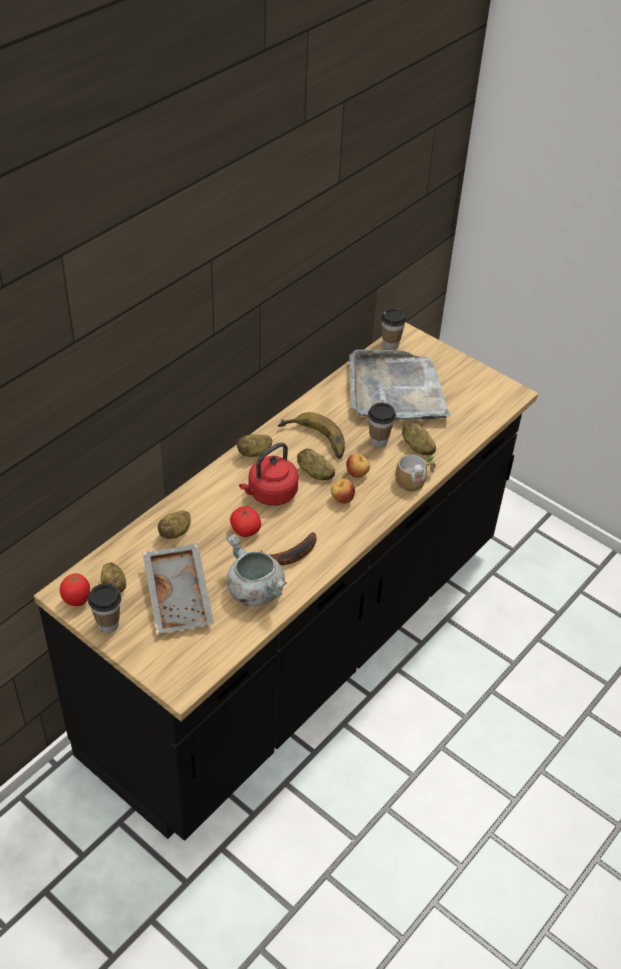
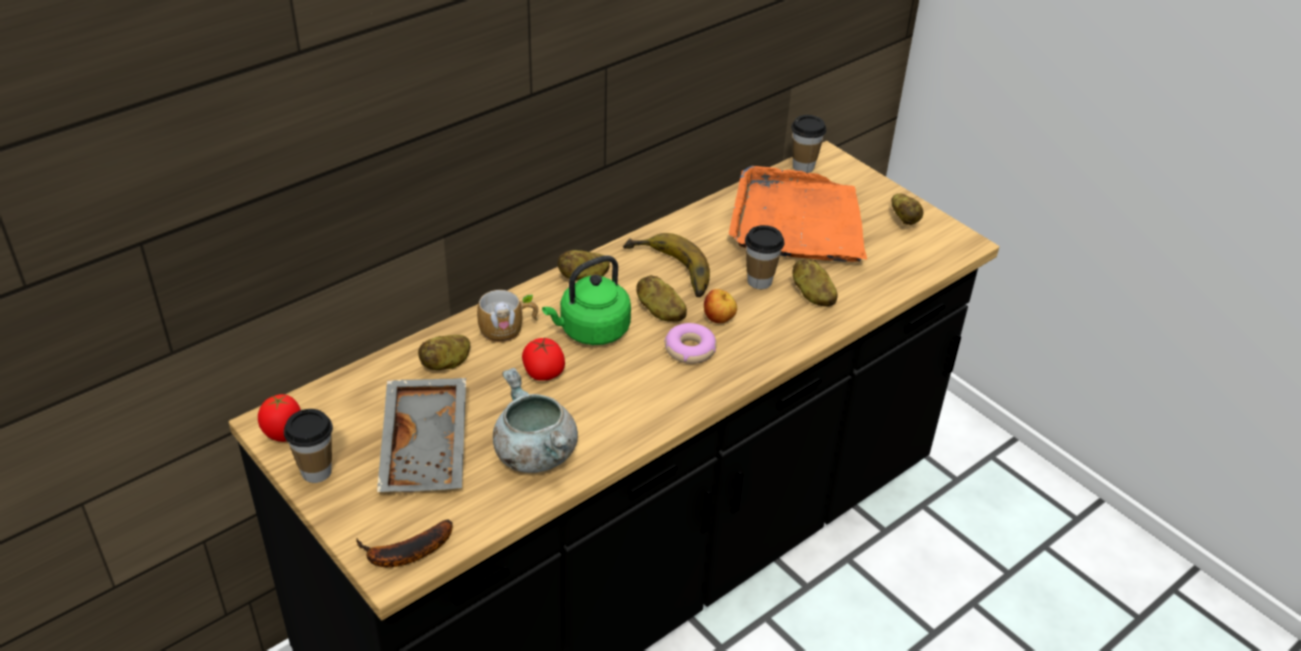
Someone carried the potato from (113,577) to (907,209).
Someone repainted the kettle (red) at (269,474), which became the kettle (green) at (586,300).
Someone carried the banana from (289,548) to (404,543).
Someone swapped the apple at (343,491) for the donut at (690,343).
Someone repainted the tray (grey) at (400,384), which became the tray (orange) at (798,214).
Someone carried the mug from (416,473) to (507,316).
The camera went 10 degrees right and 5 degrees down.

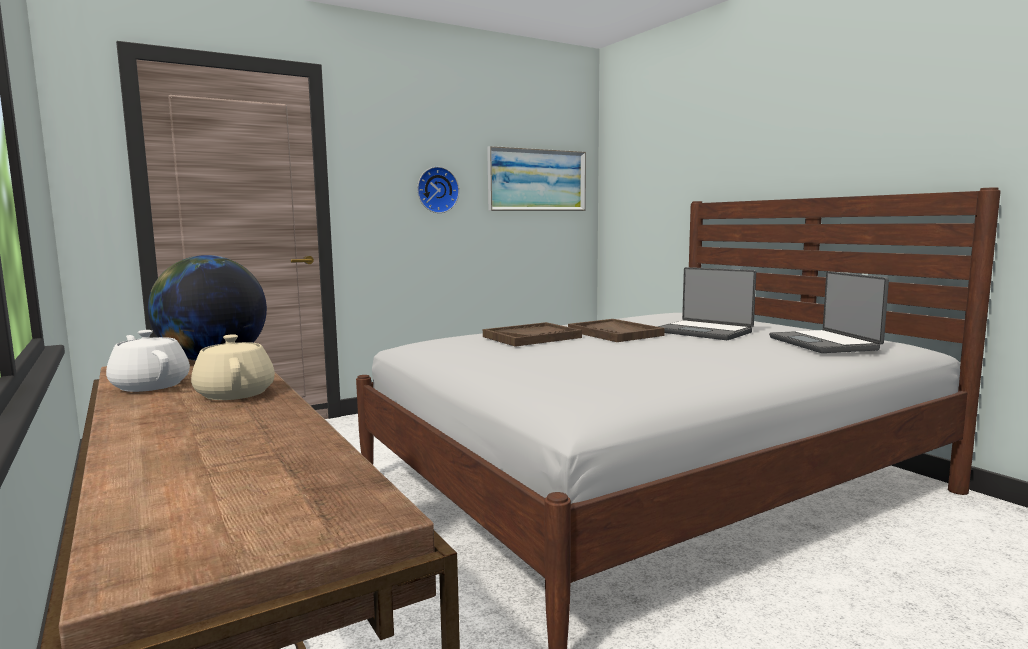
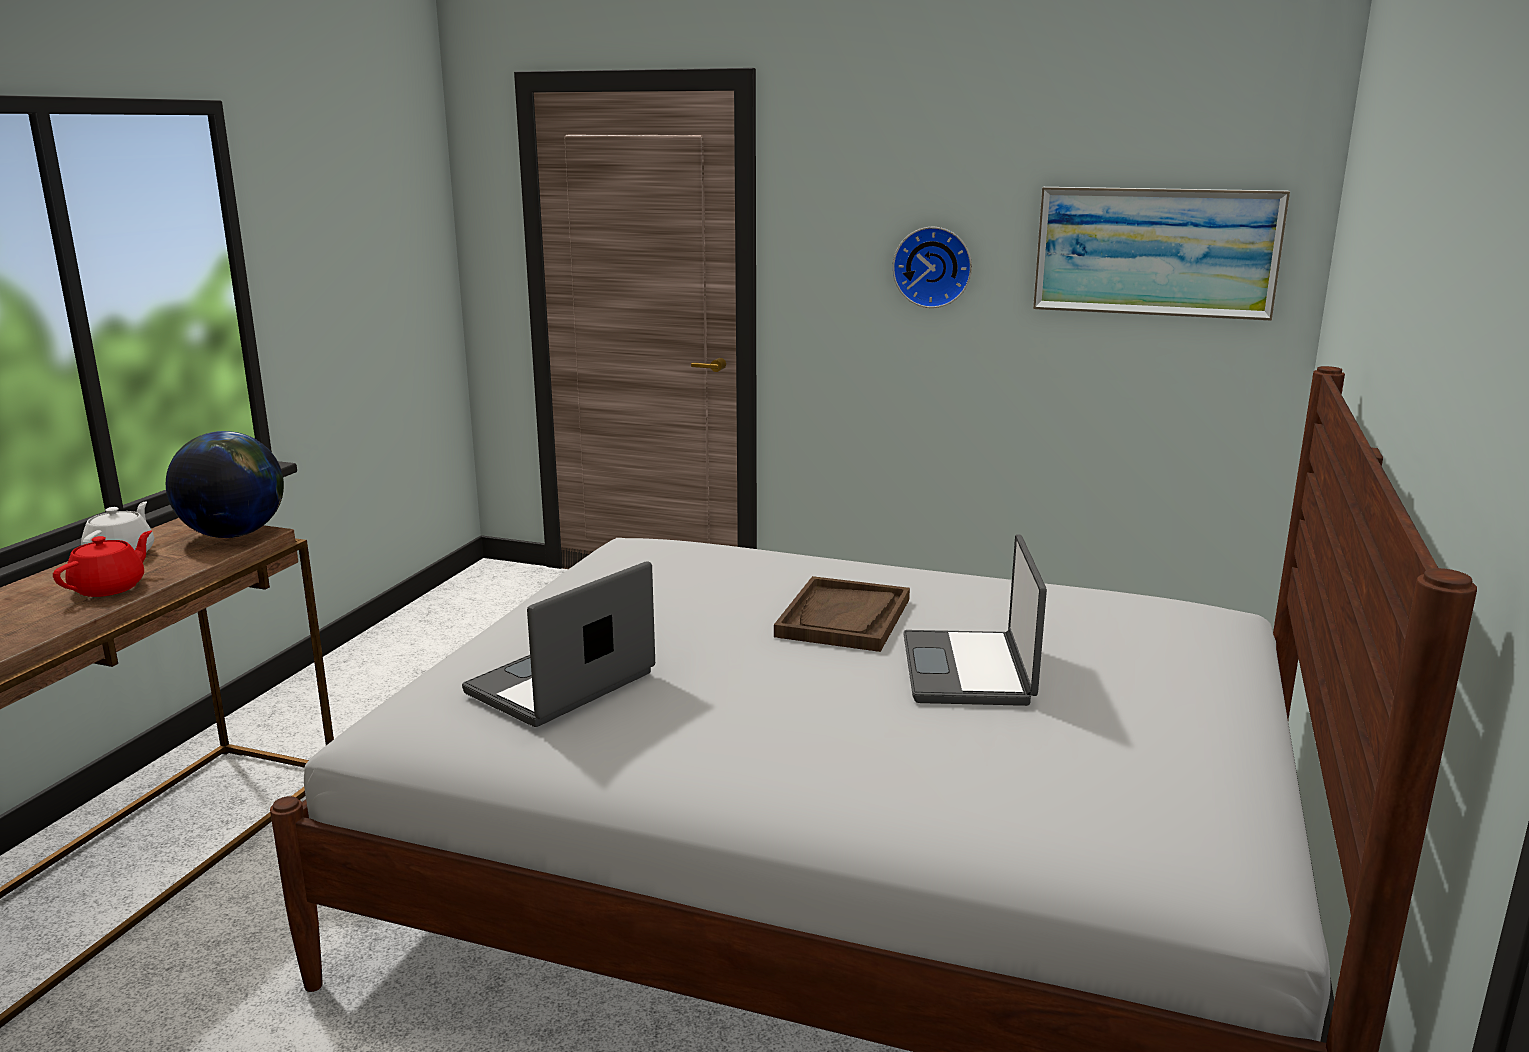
Someone repainted the teapot (beige) at (233,367), which became the teapot (red) at (102,563).
Someone took away the tray (brown) at (532,334).
Someone carried the laptop from (829,312) to (558,644).
The camera went 50 degrees right and 10 degrees up.

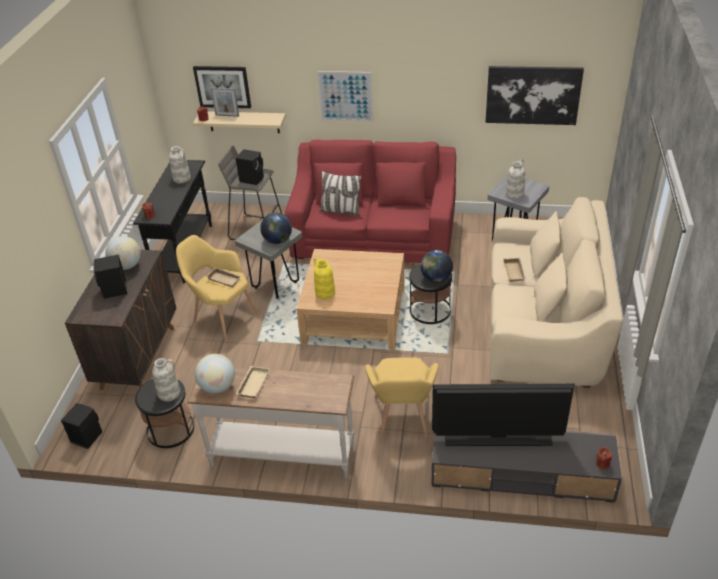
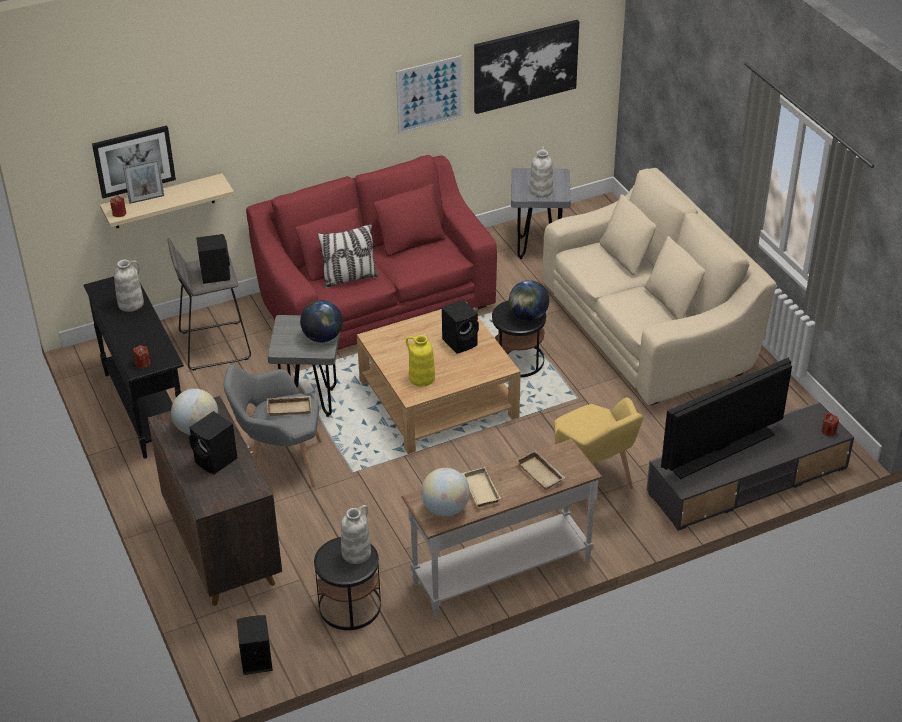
Someone repainted the armchair (yellow) at (217,287), which became the armchair (grey) at (272,426).
Someone carried the picture from (345,96) to (429,94).
Someone carried the tray (beige) from (514,270) to (541,470).
Someone put down the speaker (black) at (460,326).
The camera went 35 degrees left and 0 degrees up.

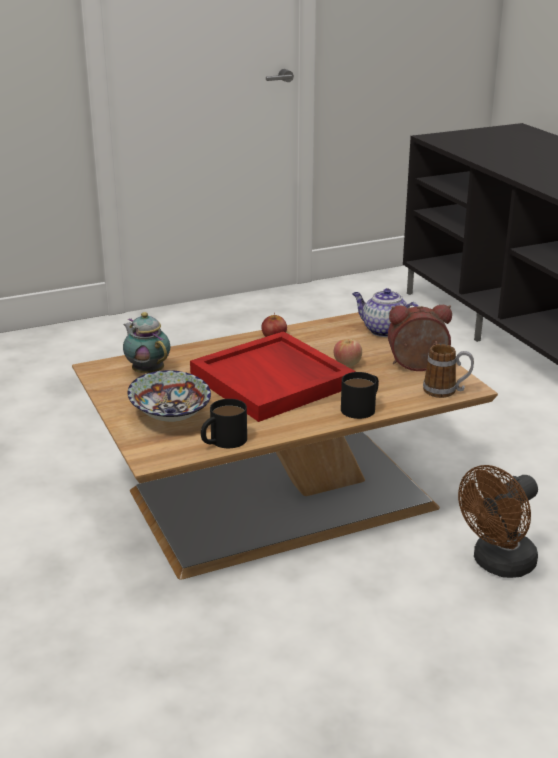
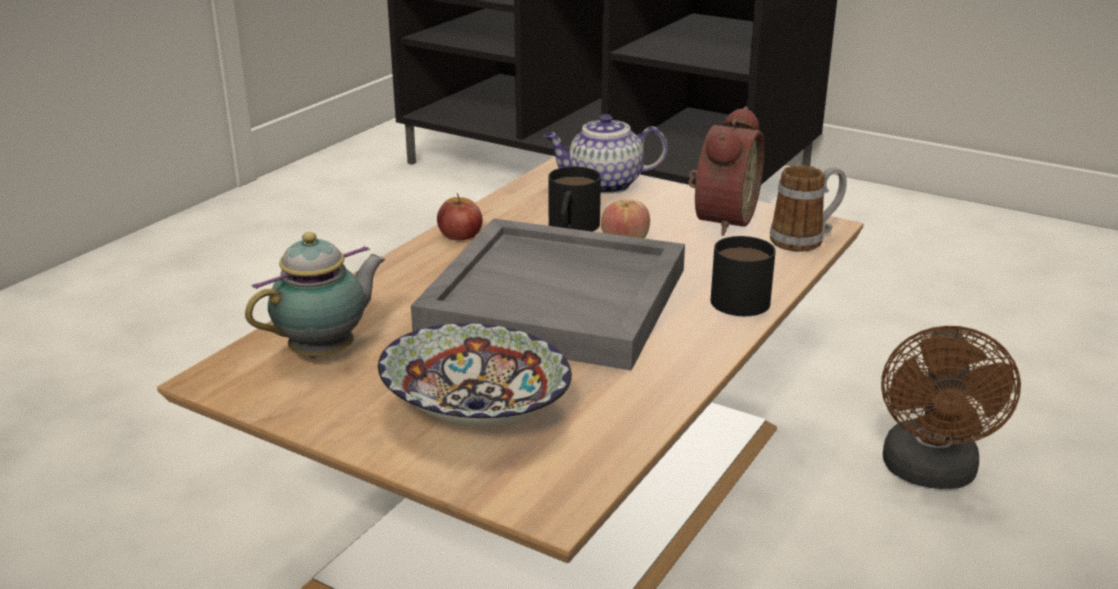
Someone rotated the teapot at (146,342) by 120 degrees clockwise.
Someone repainted the tray (red) at (273,376), which became the tray (grey) at (548,294).
Someone carried the mug (black) from (224,423) to (574,199).
Someone rotated the alarm clock at (420,338) by 150 degrees clockwise.
The camera went 35 degrees left and 0 degrees up.

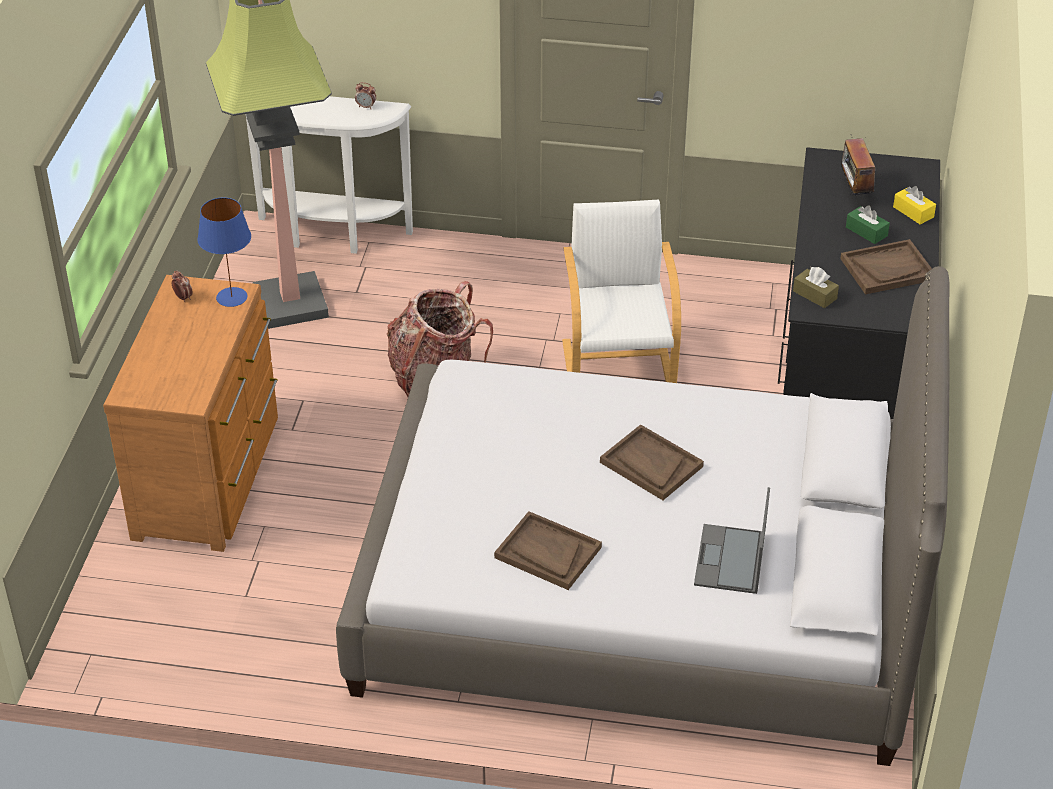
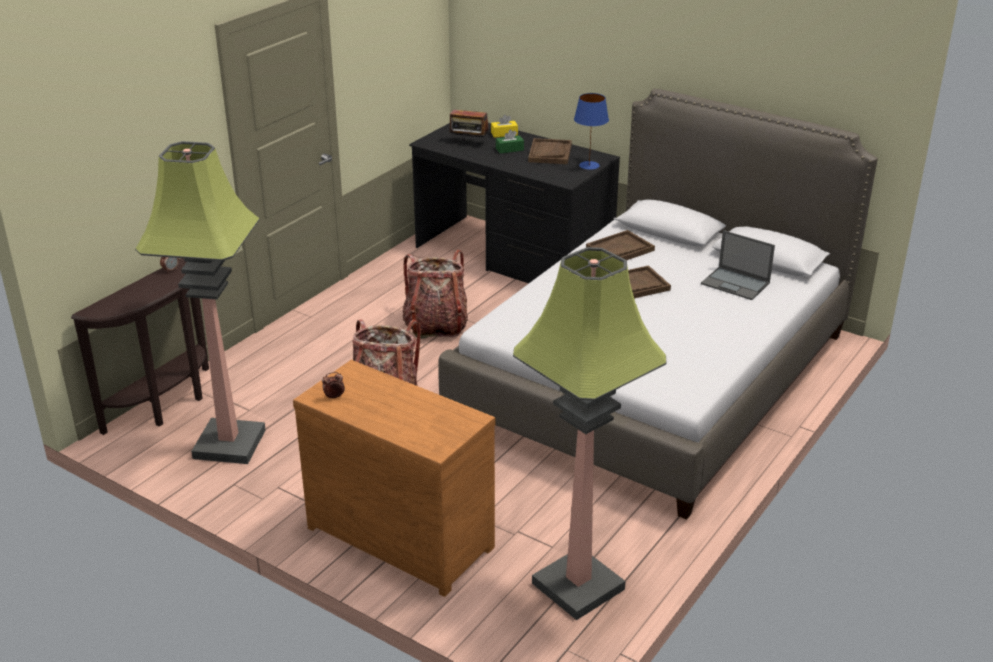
Someone carried the table lamp (blue) from (224,252) to (591,131).
Someone repainted the console table (white) at (329,175), which became the console table (brown) at (140,346).
Someone carried the tray (brown) from (548,550) to (620,245).
Someone swapped the armchair (white) at (621,291) for the backpack at (435,294).
Someone took away the tissue box (brown) at (816,287).
Someone put down the floor lamp at (589,433).
The camera went 65 degrees left and 10 degrees down.

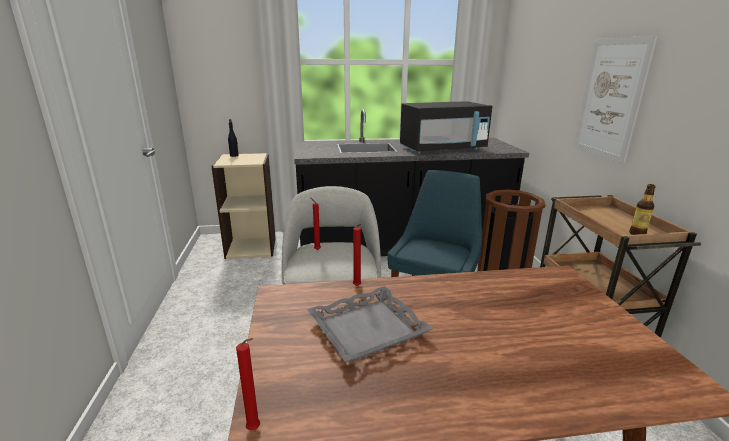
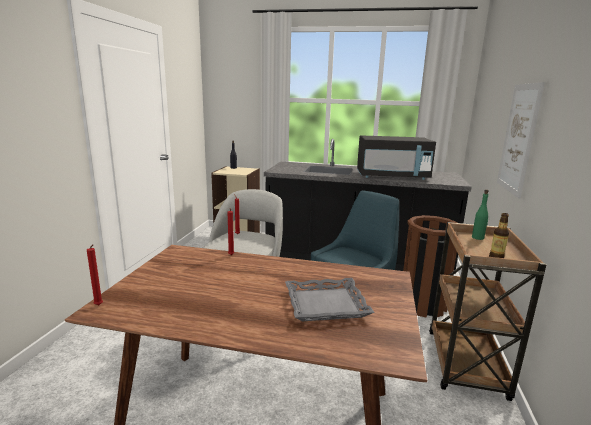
Someone carried the tray (grey) from (370,324) to (330,299).
Someone put down the bottle (green) at (480,214).
The camera went 20 degrees right and 5 degrees down.

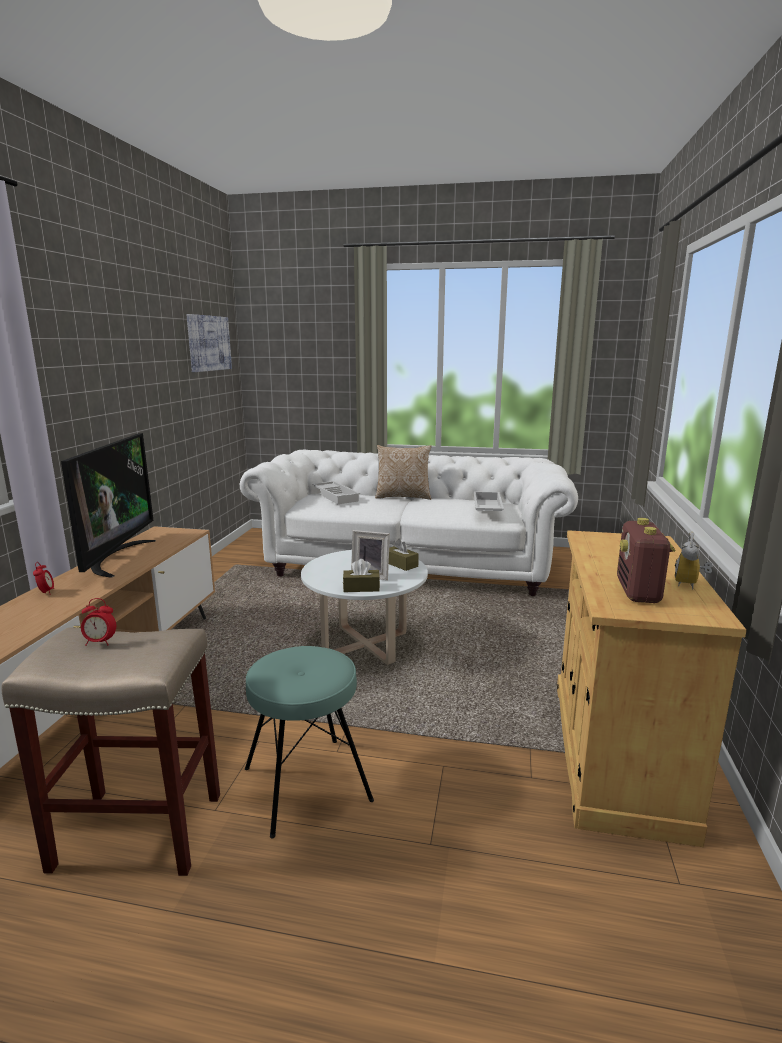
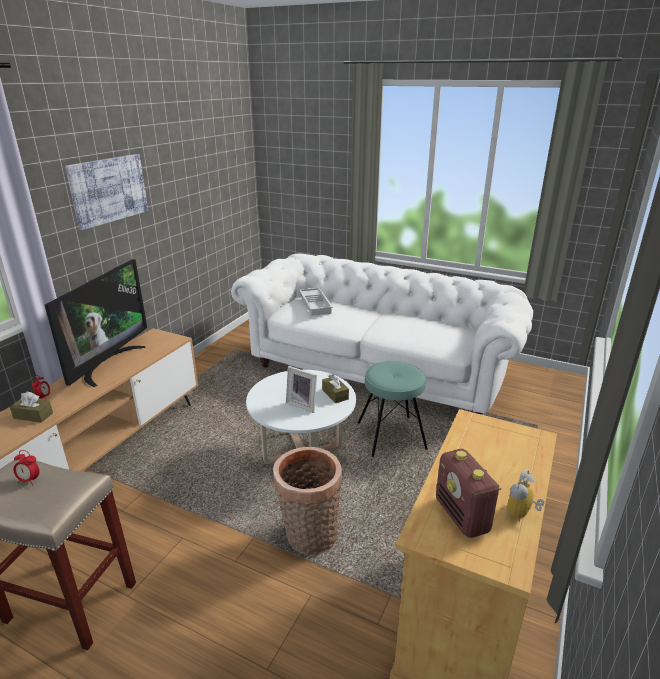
Someone carried the picture from (209,343) to (106,192).
Someone carried the stool (turquoise) from (309,742) to (393,409).
Someone carried the tissue box (brown) from (361,575) to (31,407).
Someone took away the pillow at (403,472).
Someone took away the tray (white) at (489,501).
Someone rotated the radio at (646,560) by 45 degrees counterclockwise.
Someone put down the basket at (308,501).
The camera went 15 degrees right and 10 degrees up.

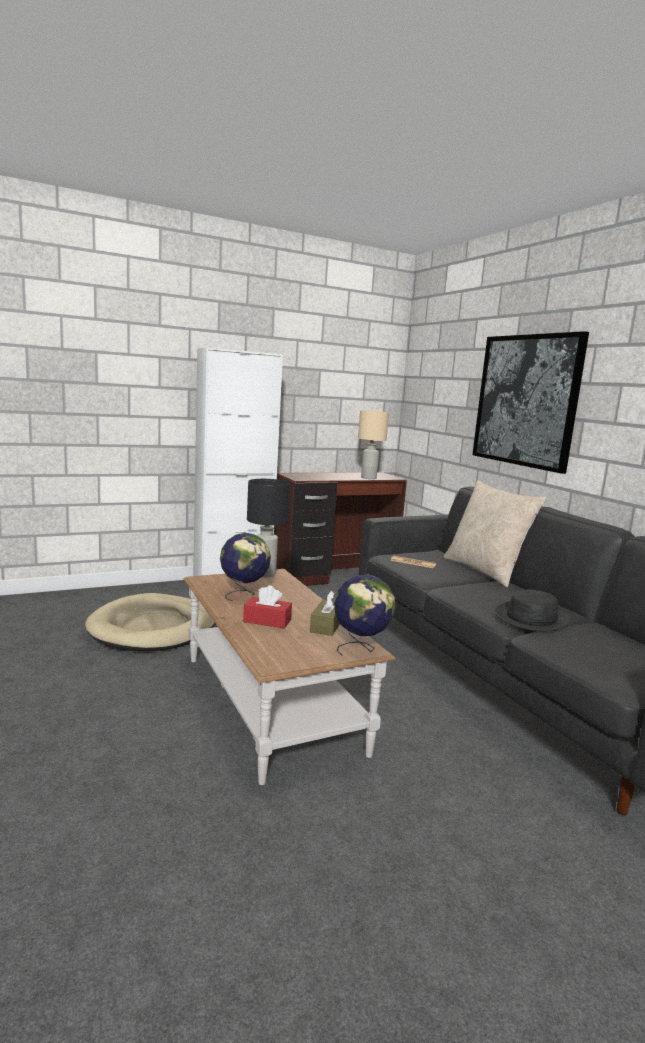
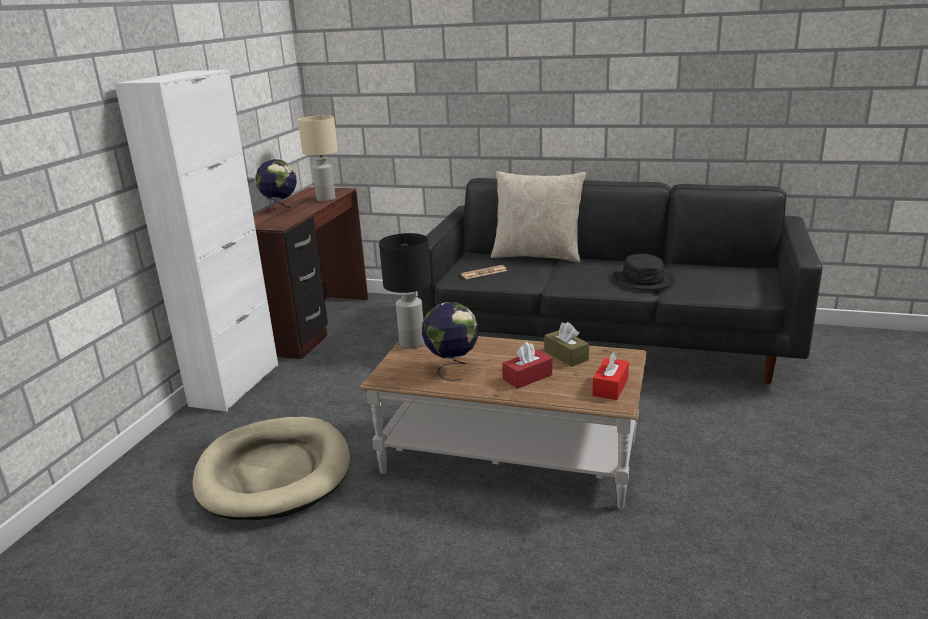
Someone carried the globe from (364,615) to (276,187).
Someone took away the picture at (530,402).
Someone put down the tissue box (red) at (610,375).
The camera went 45 degrees left and 10 degrees up.

